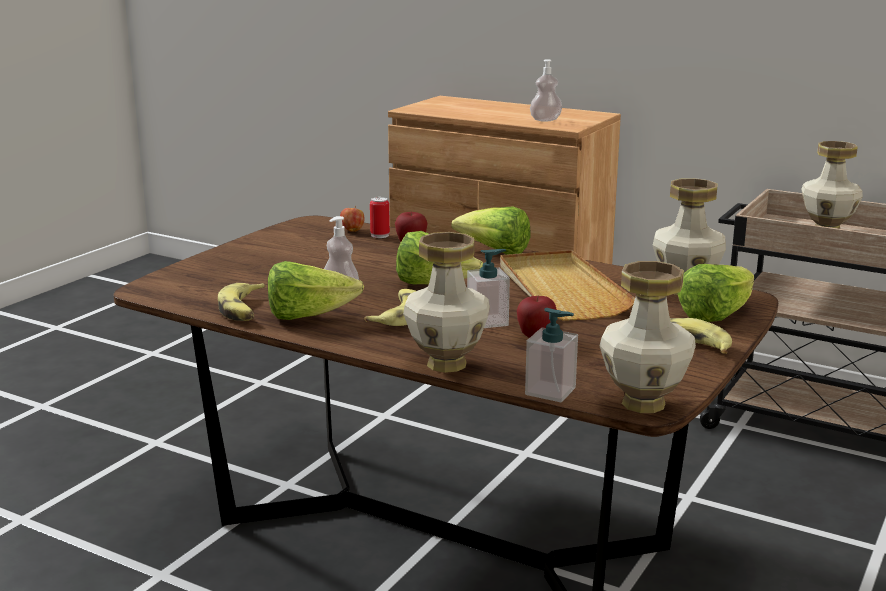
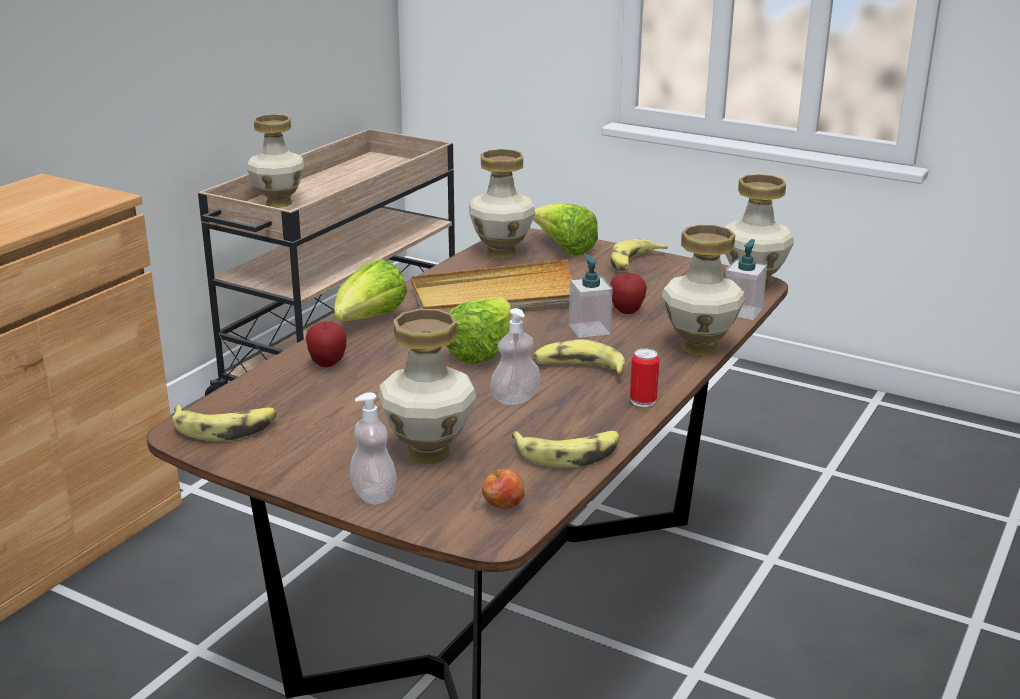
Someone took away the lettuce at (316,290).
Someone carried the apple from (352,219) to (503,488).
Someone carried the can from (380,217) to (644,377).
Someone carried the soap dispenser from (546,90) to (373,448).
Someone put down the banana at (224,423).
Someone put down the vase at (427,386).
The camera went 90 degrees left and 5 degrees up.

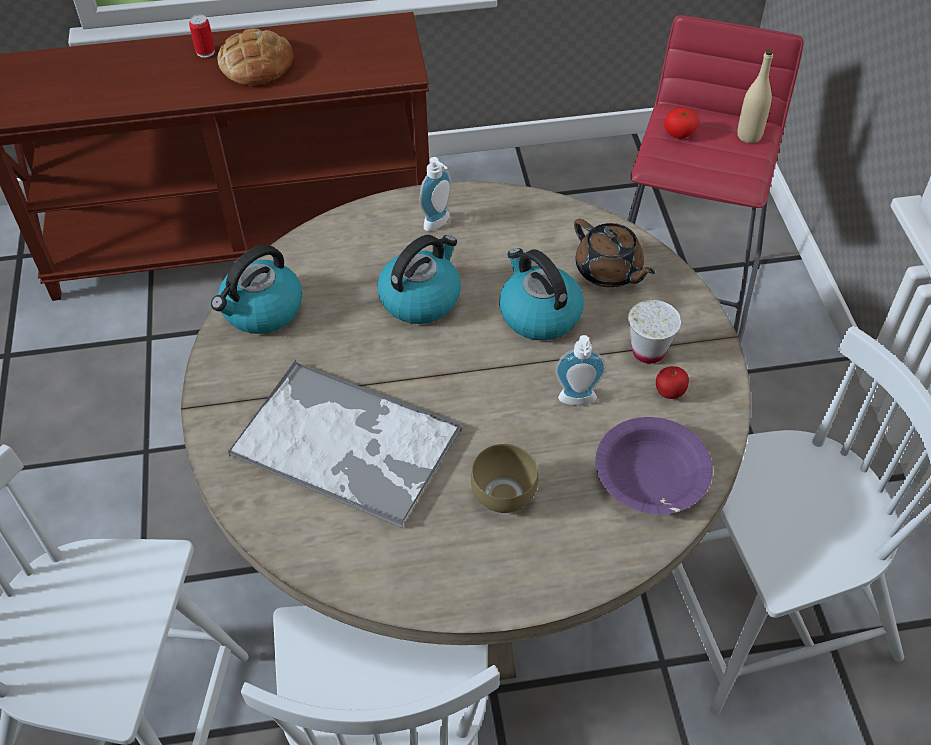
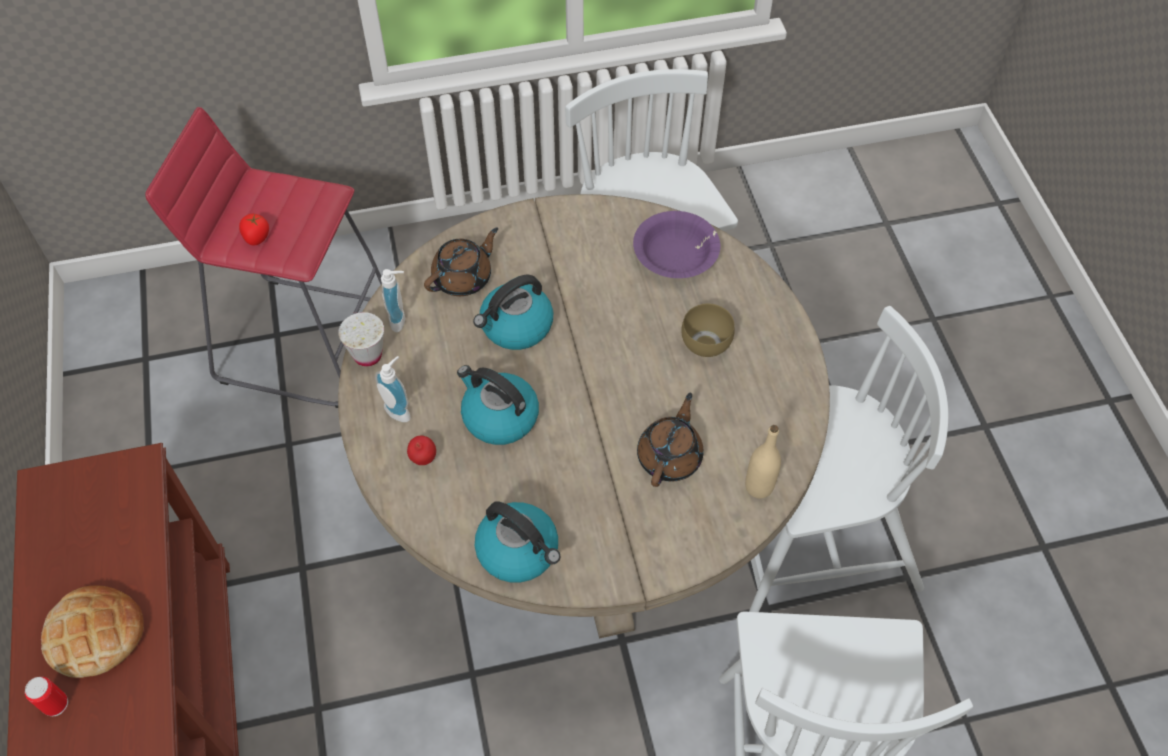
Someone swapped the tray at (345,444) for the teapot (brown) at (670,440).
Someone carried the soap dispenser from (580,370) to (393,300).
Someone carried the cup (white) from (654,332) to (361,339).
Someone carried the apple from (672,382) to (421,450).
Someone carried the bottle (beige) from (755,96) to (763,461).
The camera went 95 degrees left and 5 degrees up.

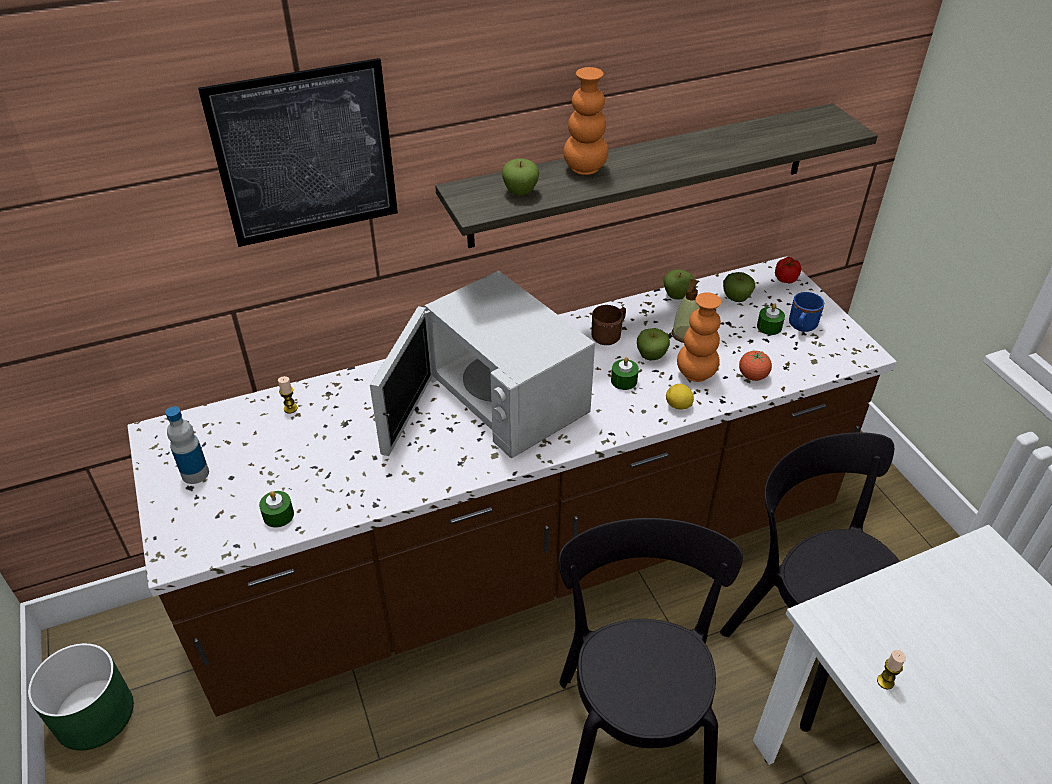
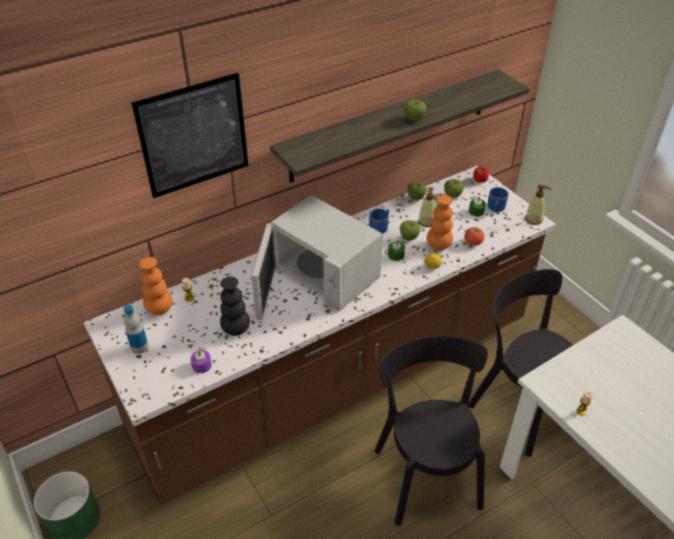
Someone repainted the candle (green) at (276,509), which became the candle (purple) at (201,361).
Someone carried the apple from (520,177) to (415,110).
Someone carried the vase (orange) from (585,121) to (155,286).
Someone repainted the mug (brown) at (608,325), which became the mug (blue) at (379,221).
Someone put down the vase (black) at (235,306).
Someone put down the soap dispenser at (538,205).
The camera went 10 degrees left and 0 degrees up.

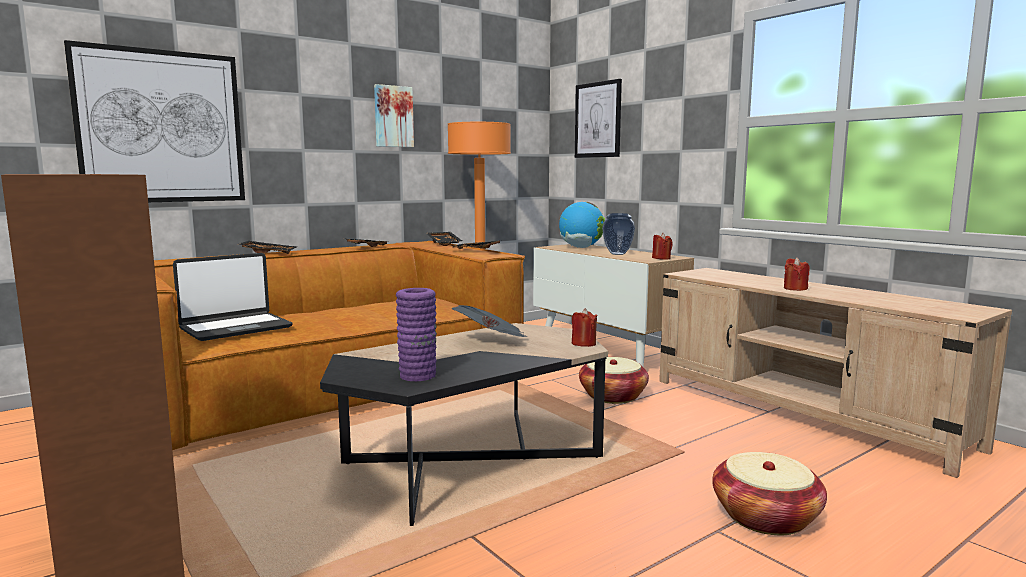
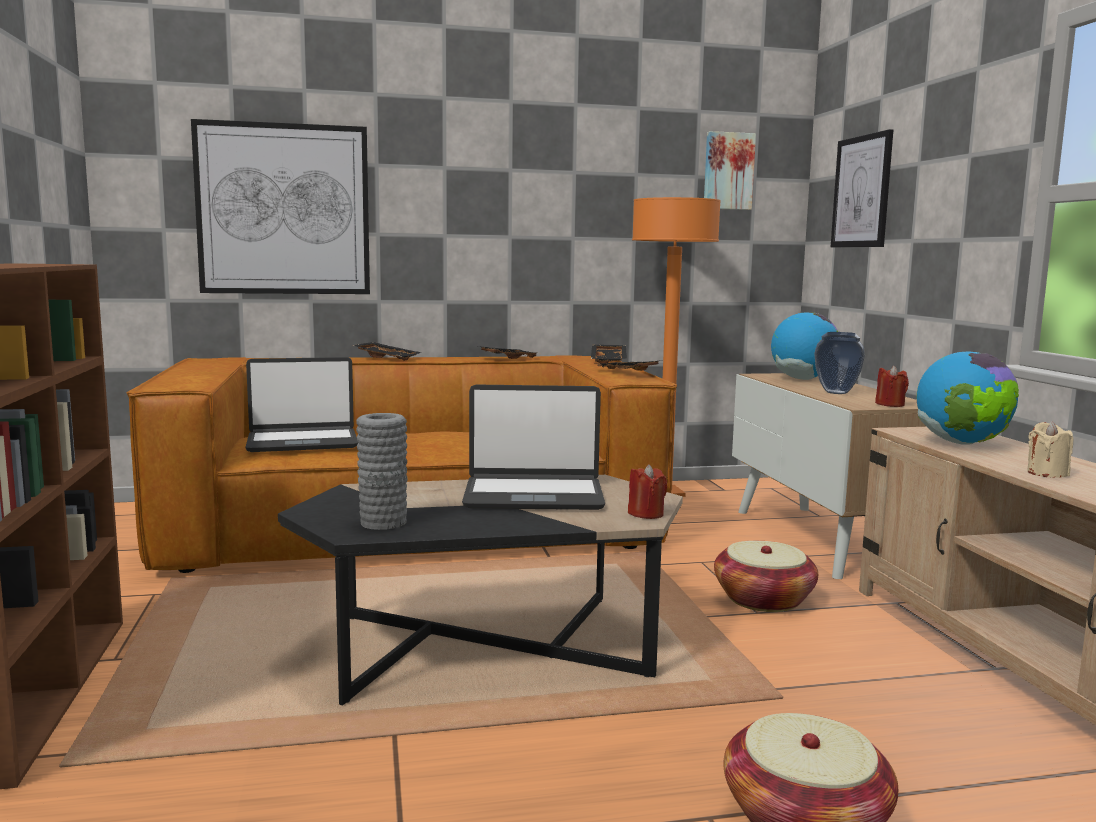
Someone carried the picture from (394,115) to (730,170).
Someone repainted the vase (purple) at (416,334), which became the vase (grey) at (382,471).
Someone swapped the newspaper at (489,321) for the laptop at (533,447).
Someone repainted the candle (red) at (796,274), which became the candle (beige) at (1050,449).
Someone put down the globe at (968,397).
The camera went 25 degrees right and 0 degrees up.

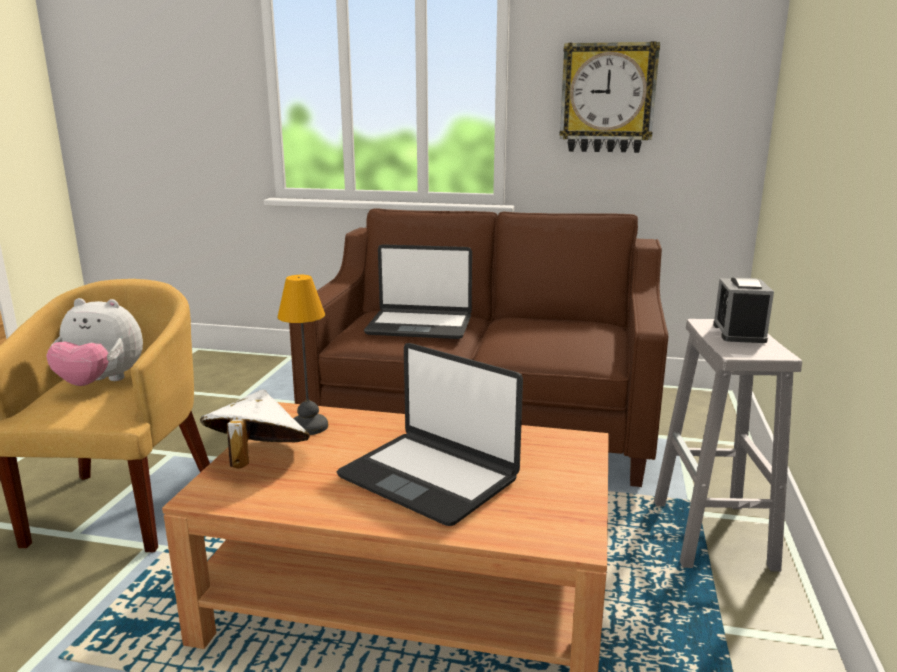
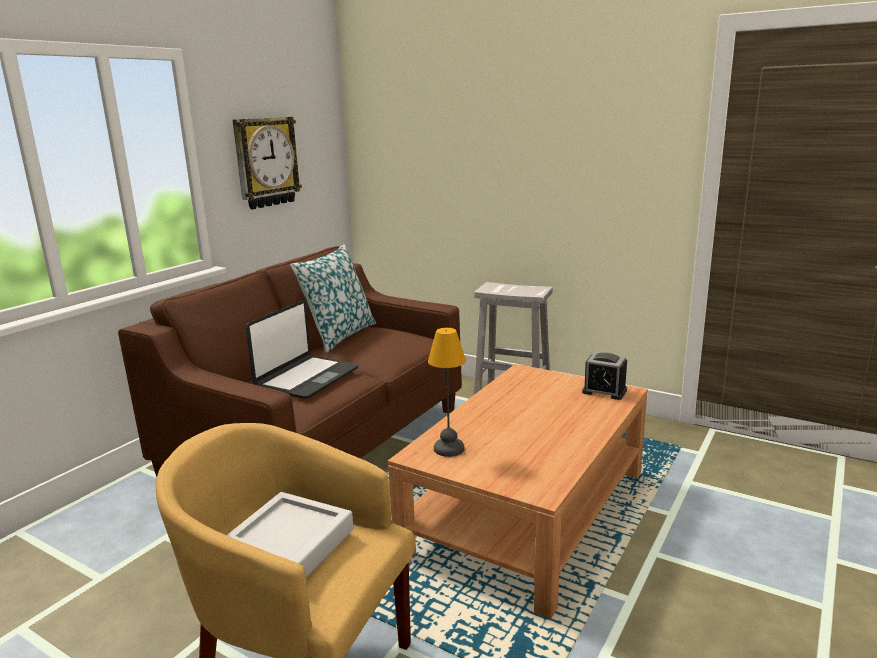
Someone swapped the plush toy at (94,342) for the tray (grey) at (290,535).
Someone took away the hat (white) at (255,429).
Someone took away the laptop at (430,434).
Someone carried the alarm clock from (743,310) to (604,376).
Someone put down the pillow at (333,298).
The camera went 70 degrees left and 0 degrees up.

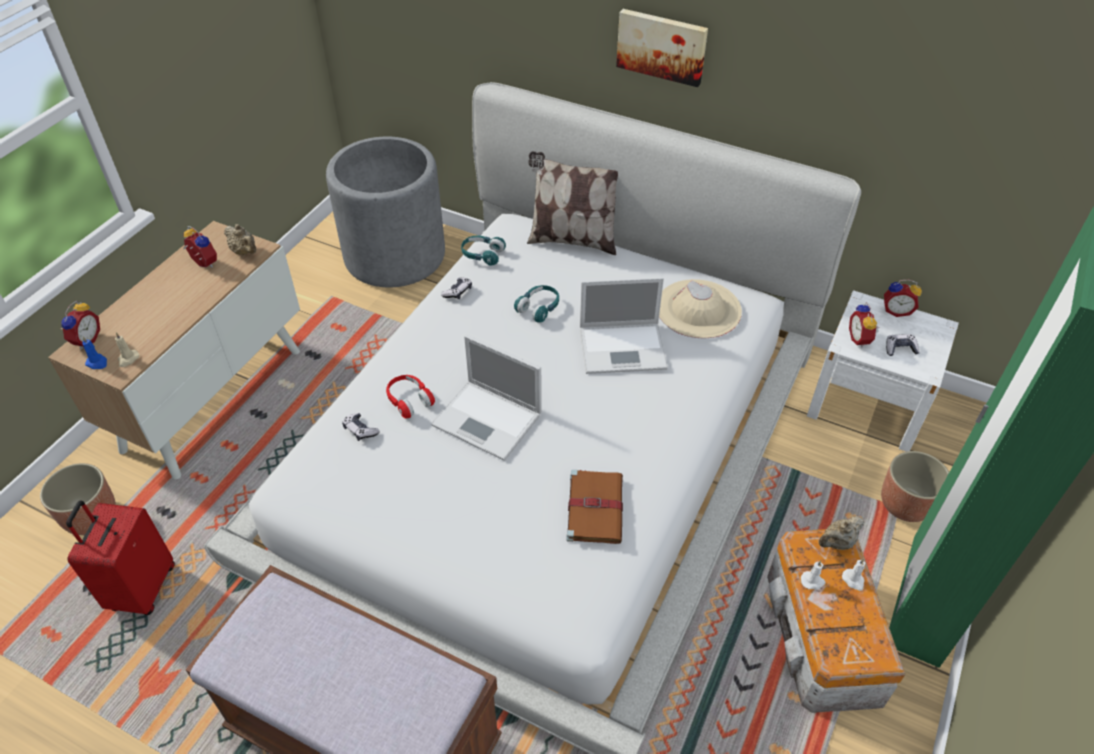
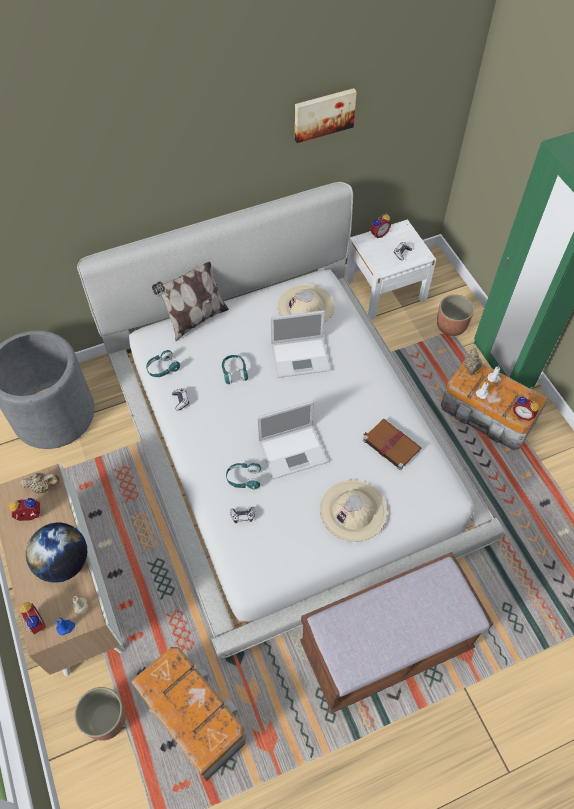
Someone swapped the suitcase (red) at (120,557) for the storage box at (188,714).
Someone repainted the headphones (red) at (410,396), which became the headphones (turquoise) at (243,476).
Someone rotated the laptop at (624,325) by 45 degrees clockwise.
Someone carried the picture from (662,48) to (326,115).
Someone carried the alarm clock from (864,325) to (526,408).
Someone put down the globe at (56,553).
Someone put down the hat (beige) at (353,511).
The camera went 50 degrees left and 10 degrees up.

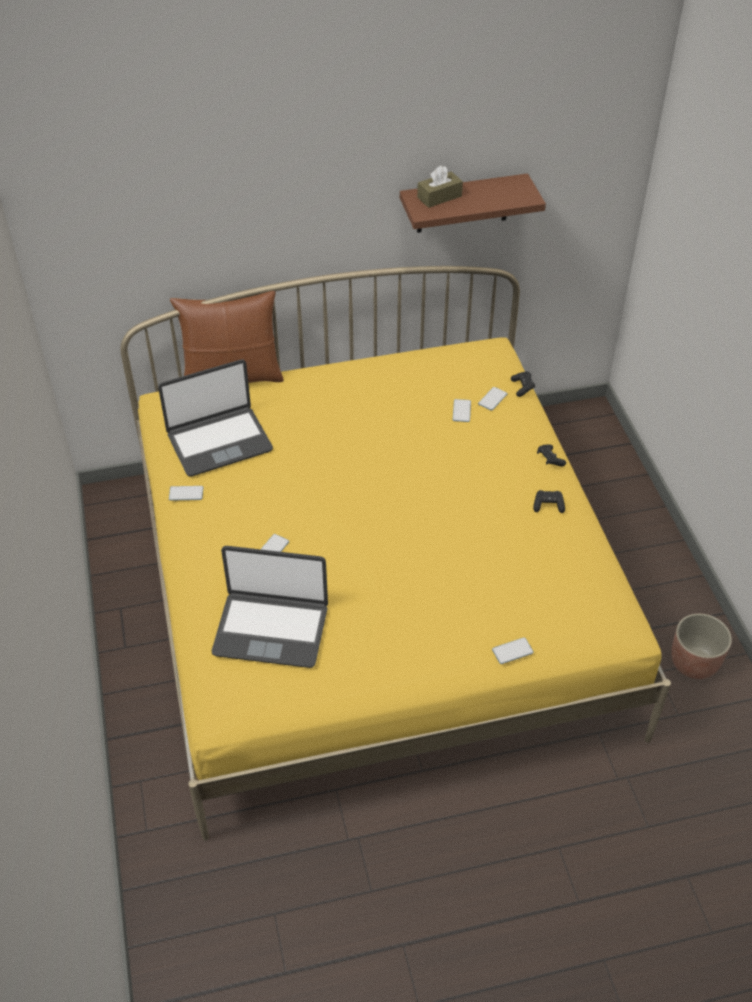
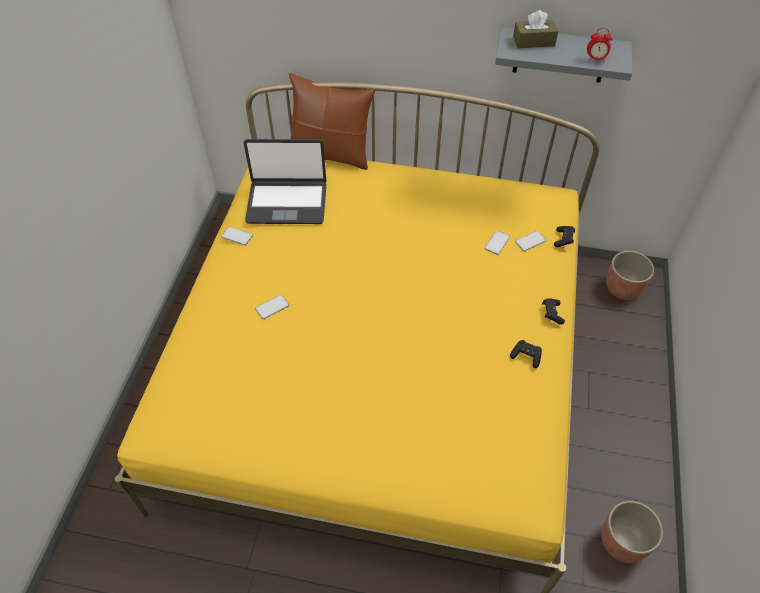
Someone took away the laptop at (270,607).
Someone repainted the shelf (brown) at (473,203), which became the shelf (grey) at (563,55).
Someone took away the phone at (513,650).
Someone put down the alarm clock at (600,45).
Someone put down the planter at (630,275).
The camera went 25 degrees right and 5 degrees up.

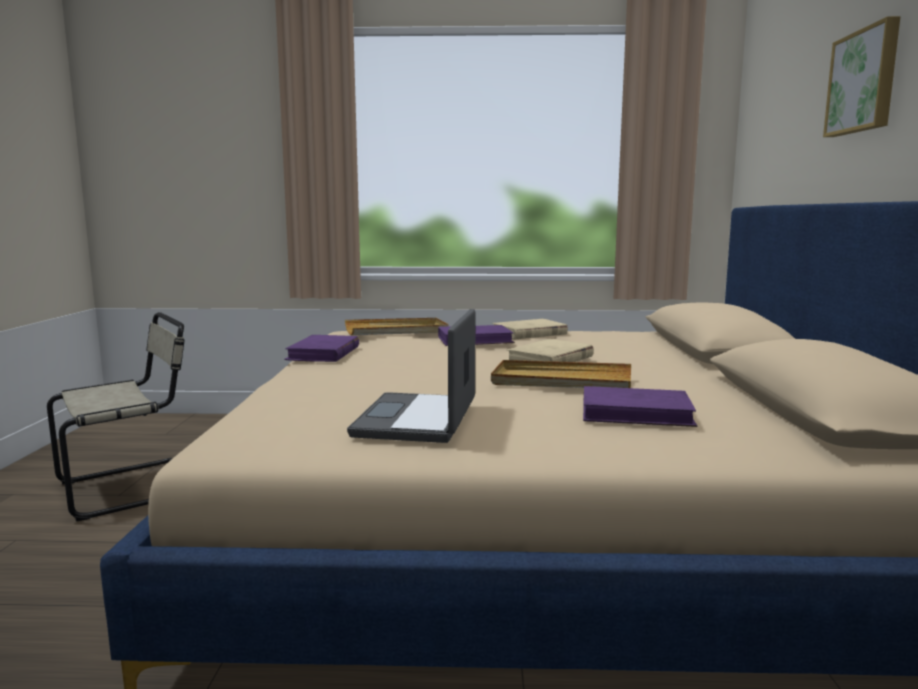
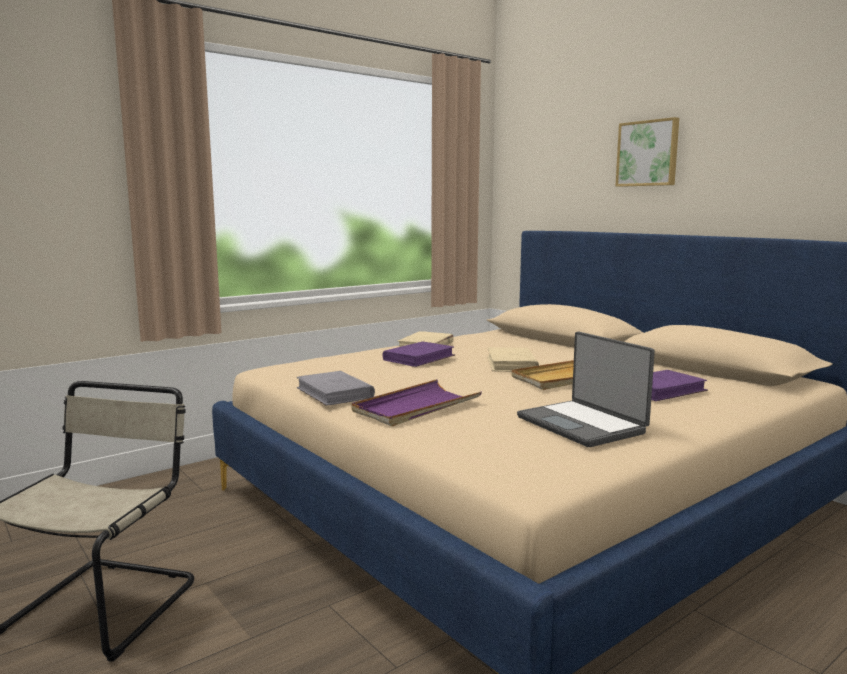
Someone repainted the book (purple) at (321,348), which became the book (grey) at (335,388).
Someone took away the tray (beige) at (397,326).
Someone put down the tray (purple) at (416,402).
The camera went 40 degrees left and 0 degrees up.

